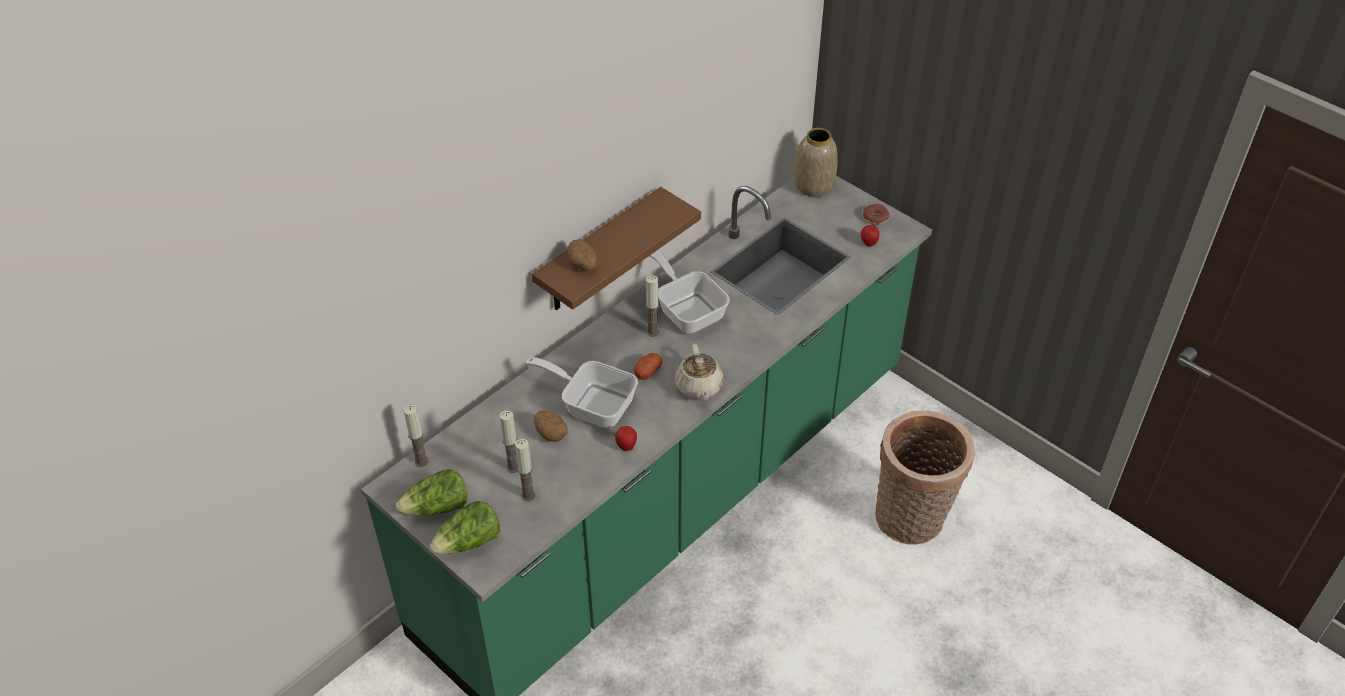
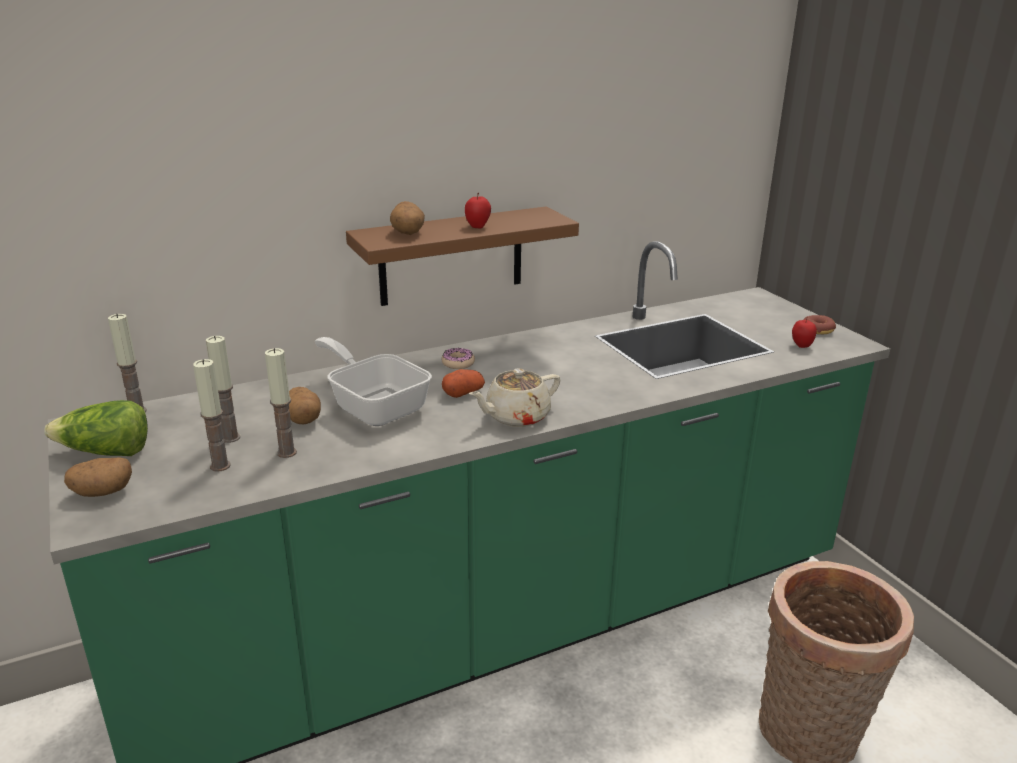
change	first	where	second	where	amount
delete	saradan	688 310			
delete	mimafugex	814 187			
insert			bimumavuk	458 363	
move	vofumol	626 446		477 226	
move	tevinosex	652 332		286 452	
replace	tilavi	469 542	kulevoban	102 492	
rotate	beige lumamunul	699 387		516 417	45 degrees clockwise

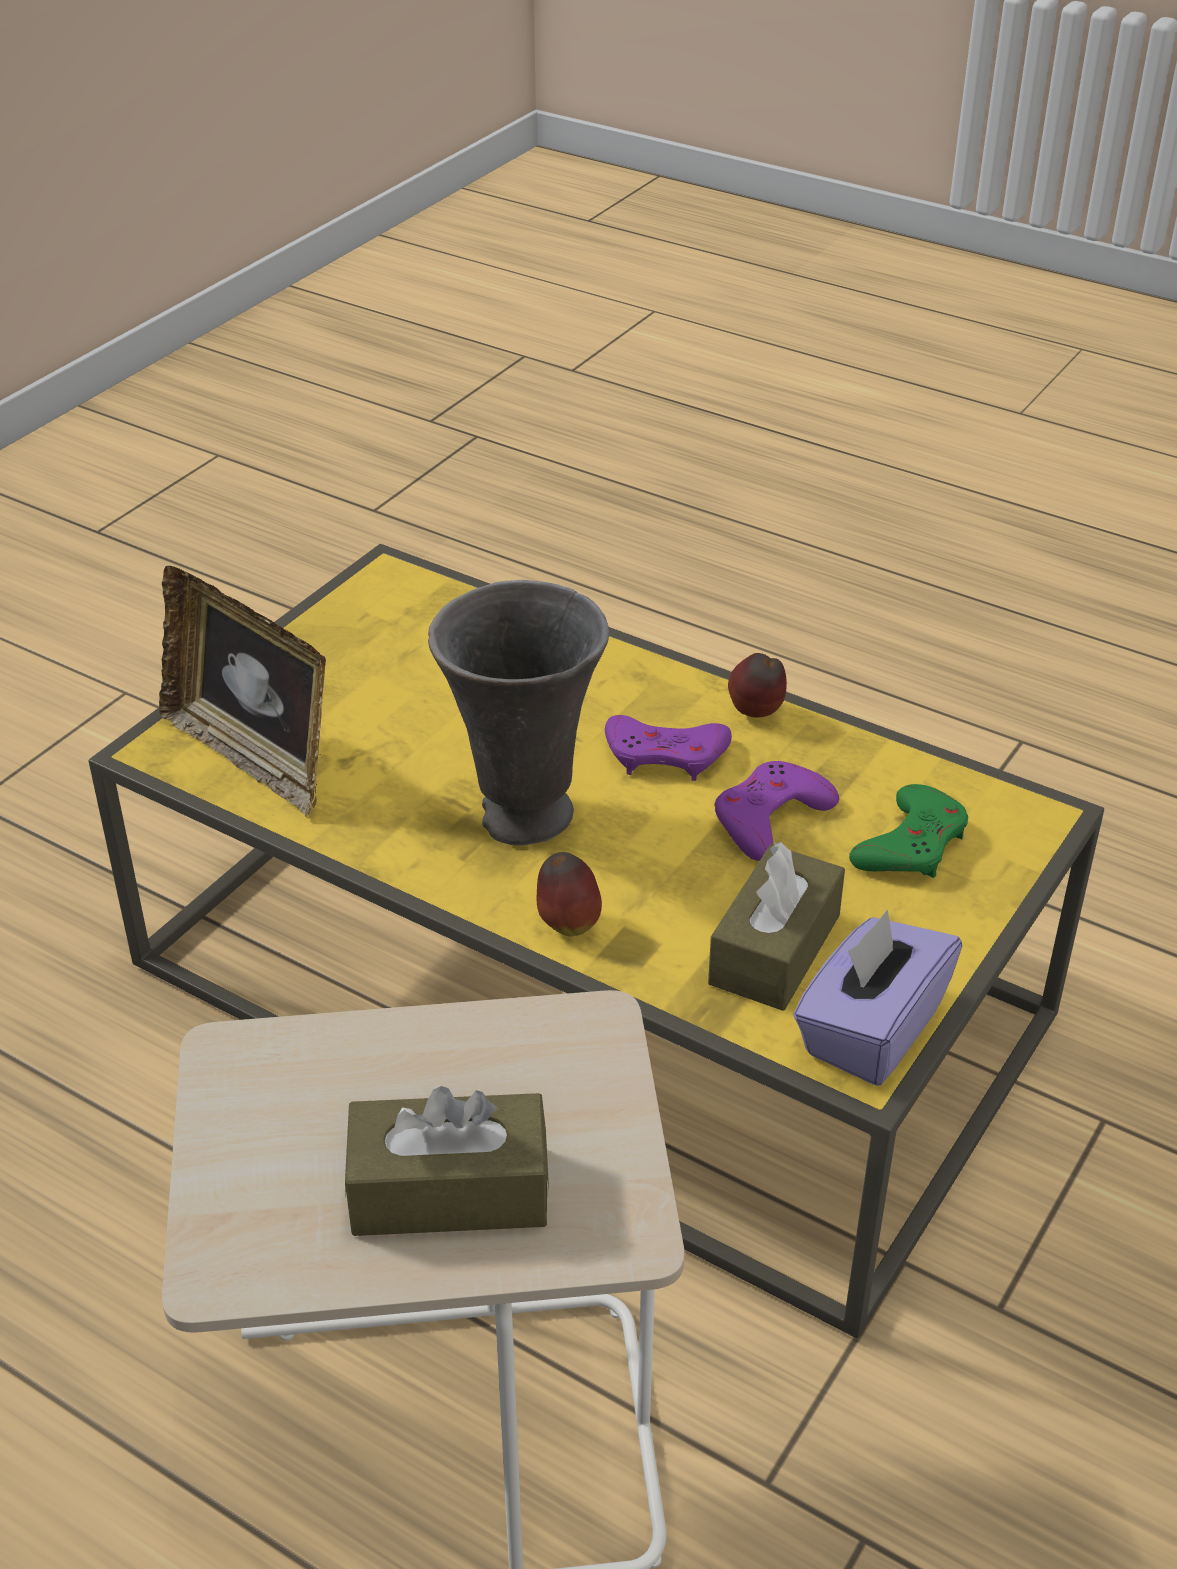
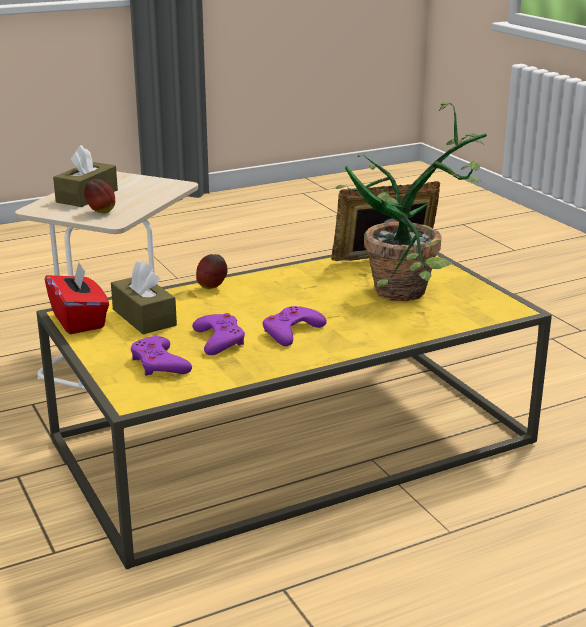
change	first	where	second	where	amount
delete	grey mimafugex	523 818			
insert			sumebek	413 294	
move	vofumol	756 714		101 212	
recolor	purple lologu	870 1030	red lologu	79 320	
recolor	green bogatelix	911 844	purple bogatelix	159 363	

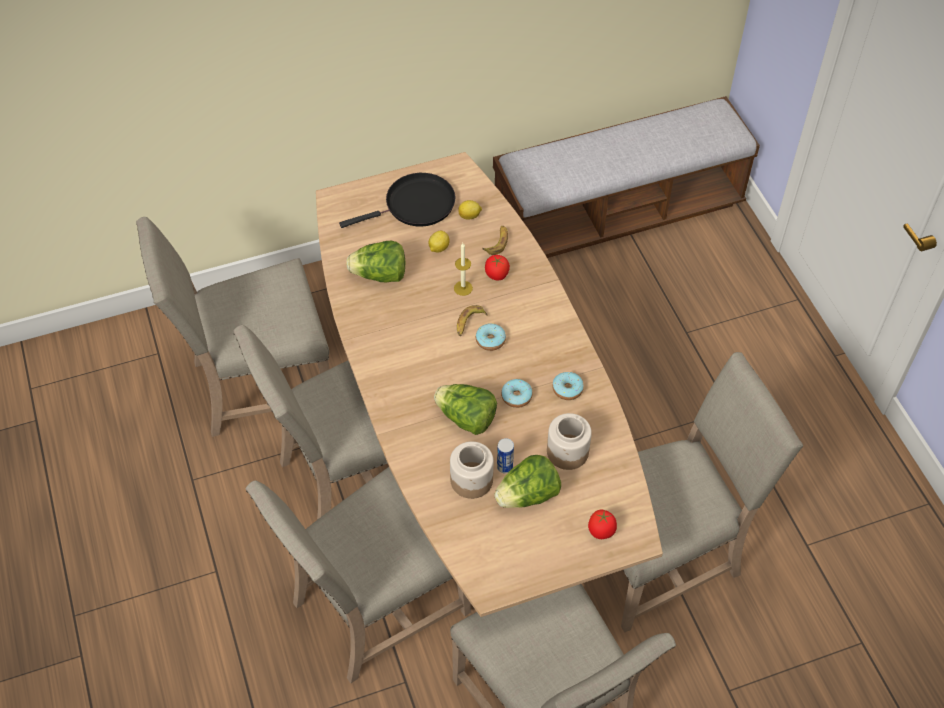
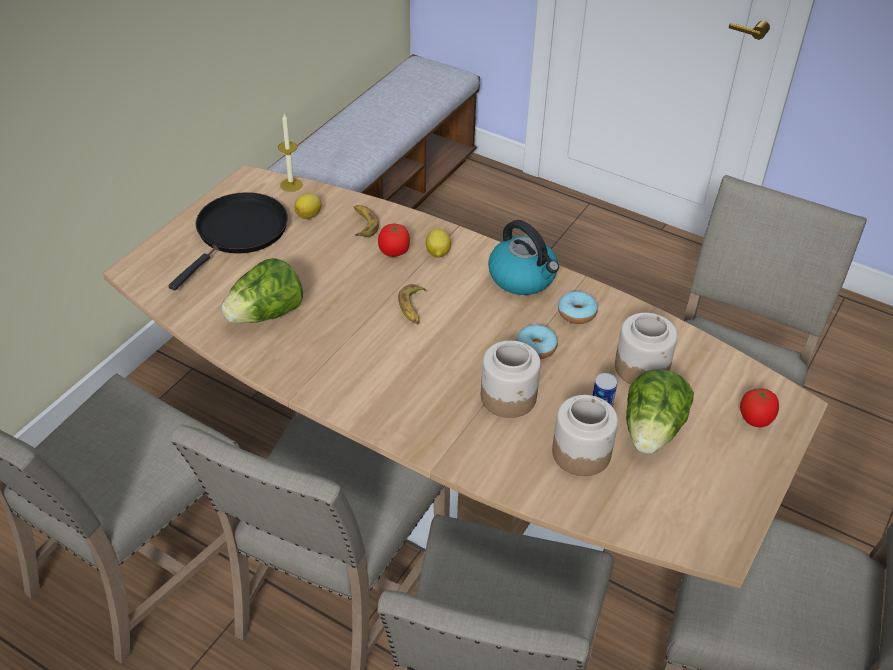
change	first	where	second	where	amount
delete	bimumavuk	490 340			
insert			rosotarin	523 278	
move	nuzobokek	438 248		437 253	
move	tevinosex	463 288		291 185	
replace	tilavi	466 418	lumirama	509 397	

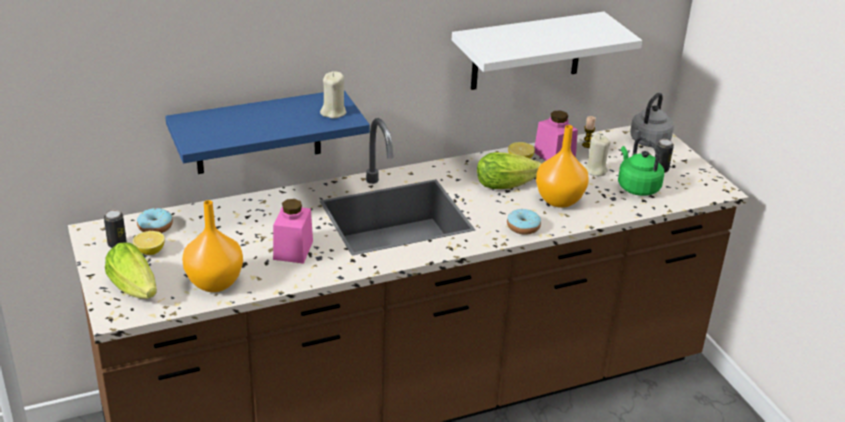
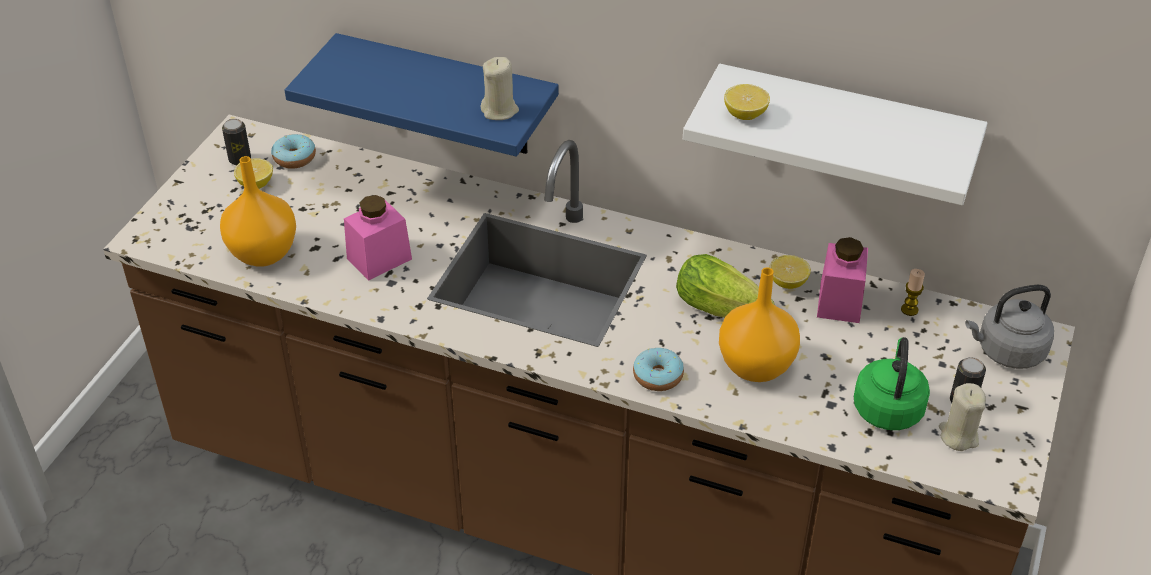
change	first	where	second	where	amount
delete	tilavi	135 289			
insert			nuzobokek	745 115	
move	beige tevinosex	595 170		958 436	

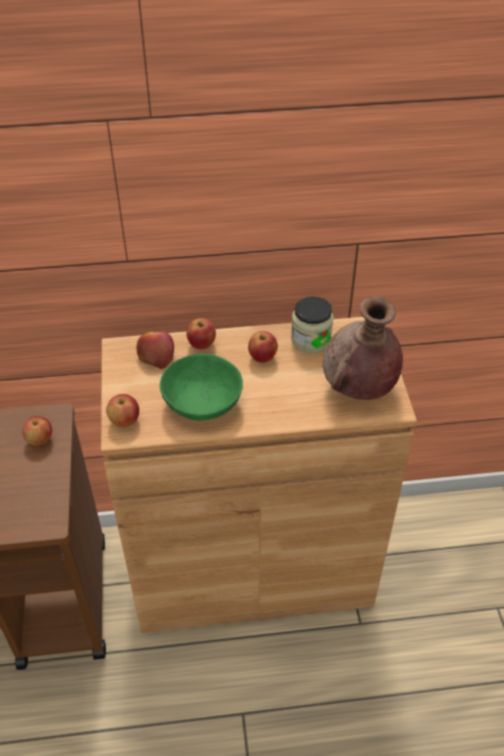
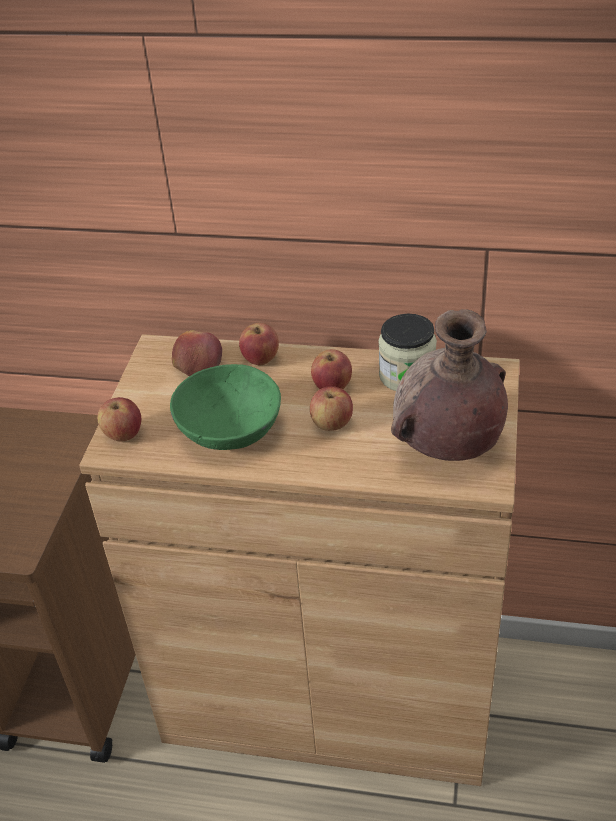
change	first	where	second	where	amount
move	vofumol	40 439		332 424	

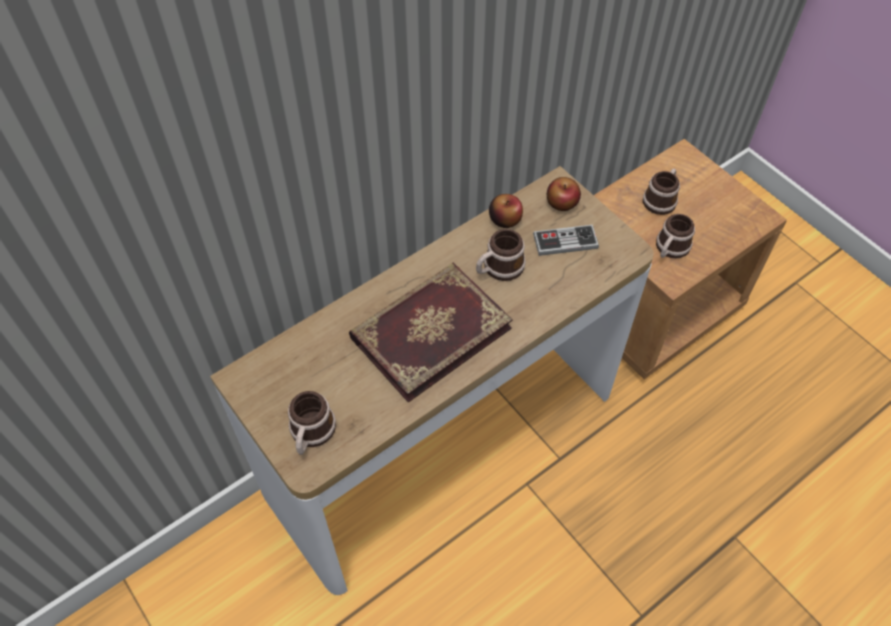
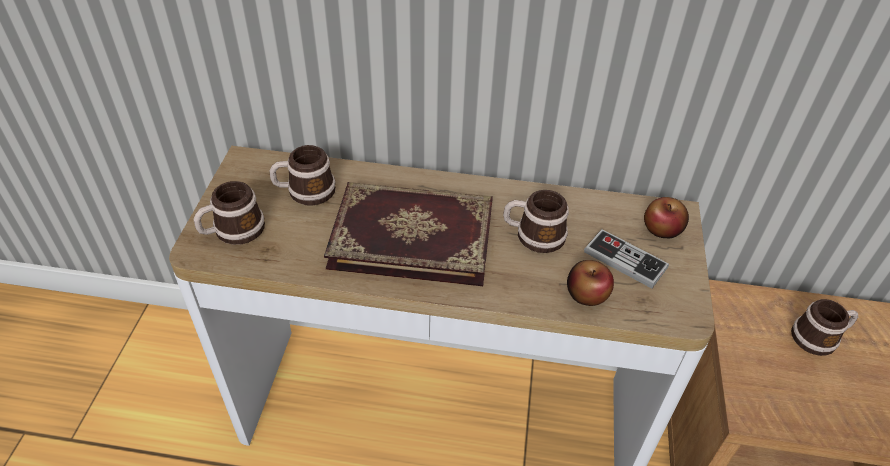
change	first	where	second	where	amount
move	vofumol	505 219		587 294	
move	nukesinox	670 249		305 191	

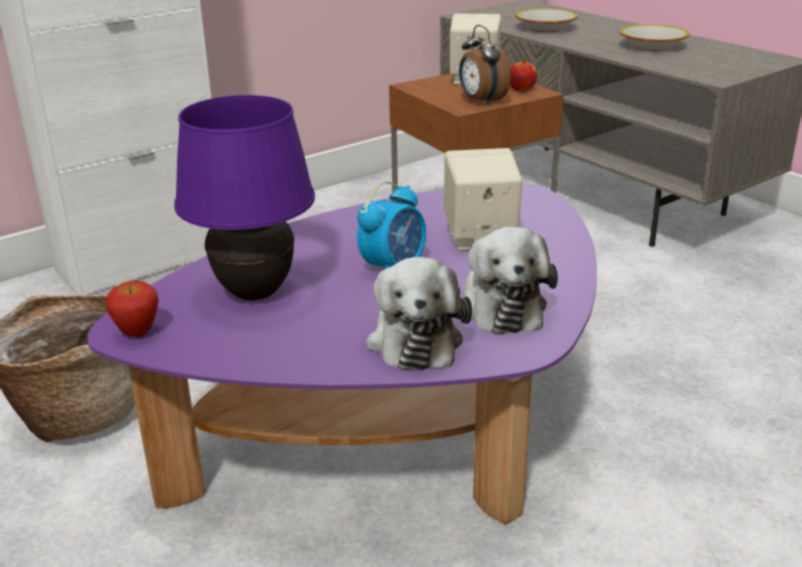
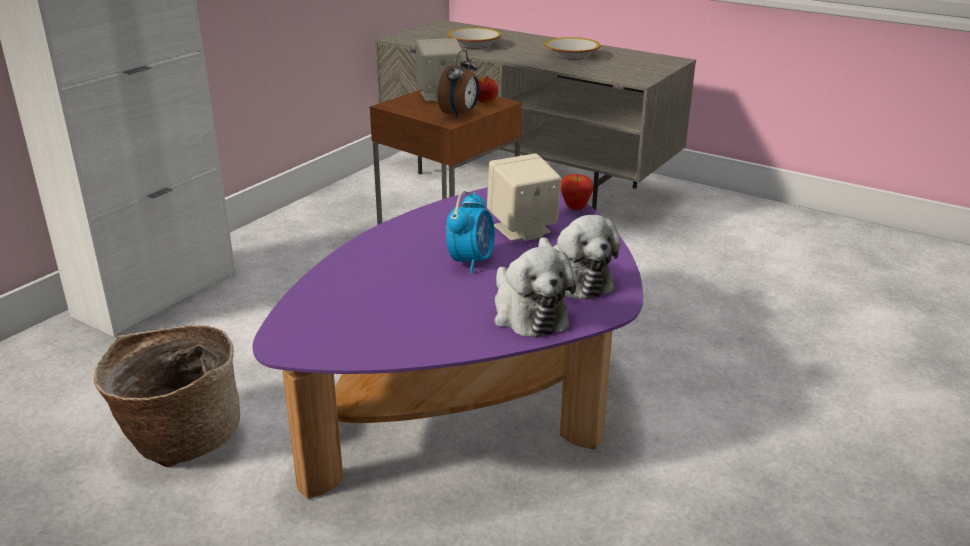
change	first	where	second	where	amount
delete	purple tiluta	255 293			
move	vofumol	137 333		575 208	
rotate	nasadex	481 101		460 115	105 degrees counterclockwise

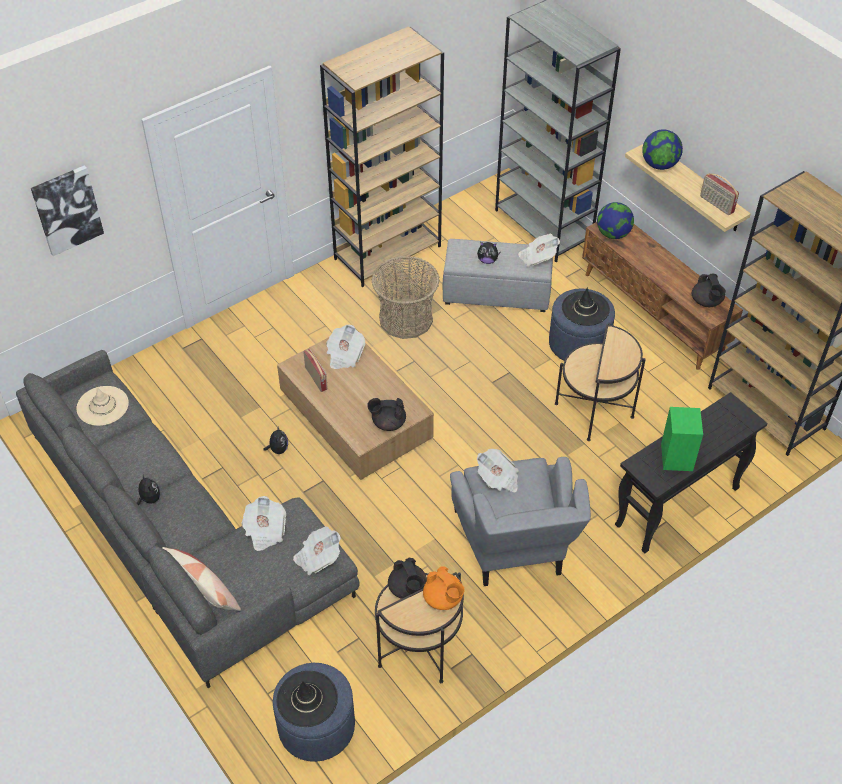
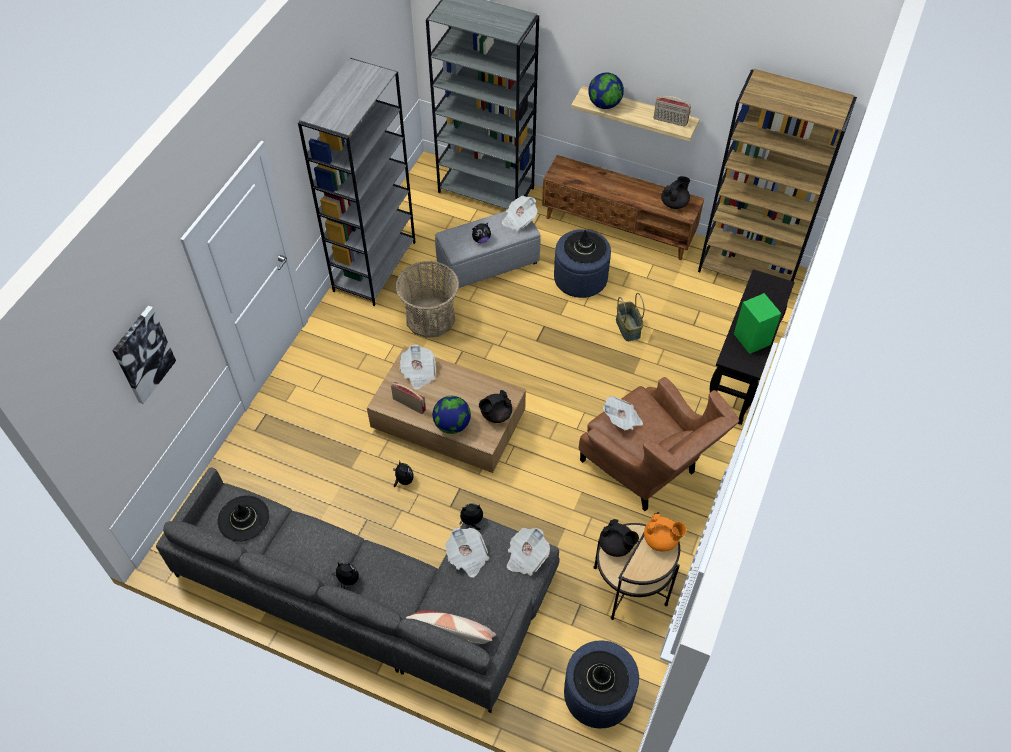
change	first	where	second	where	amount
insert			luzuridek	472 521	
move	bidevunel	613 234		452 424	
replace	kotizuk	594 410	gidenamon	628 328	
recolor	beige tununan	102 406	black tununan	243 518	
recolor	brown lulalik	388 252	grey lulalik	374 266	
recolor	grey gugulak	514 550	brown gugulak	647 470	
rotate	black lumamunul	706 302		674 203	90 degrees counterclockwise

